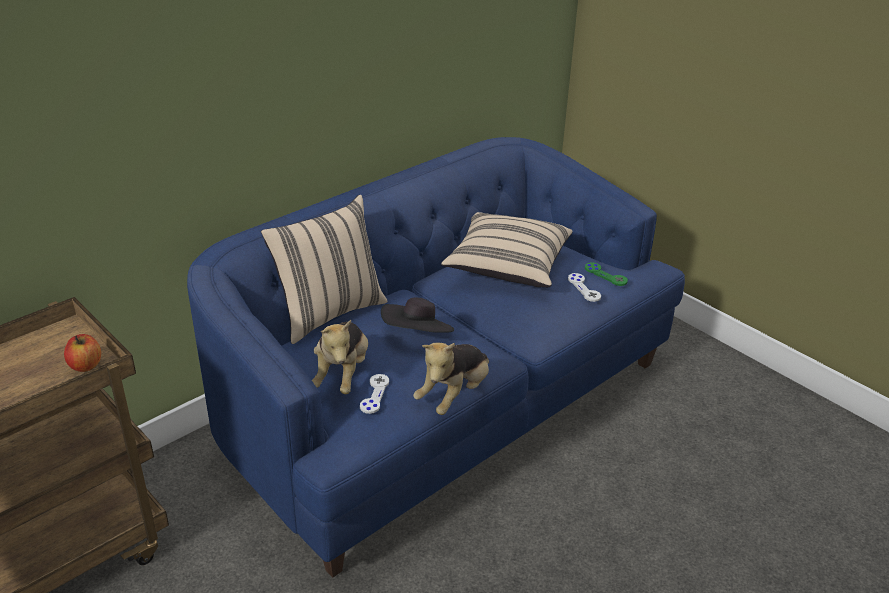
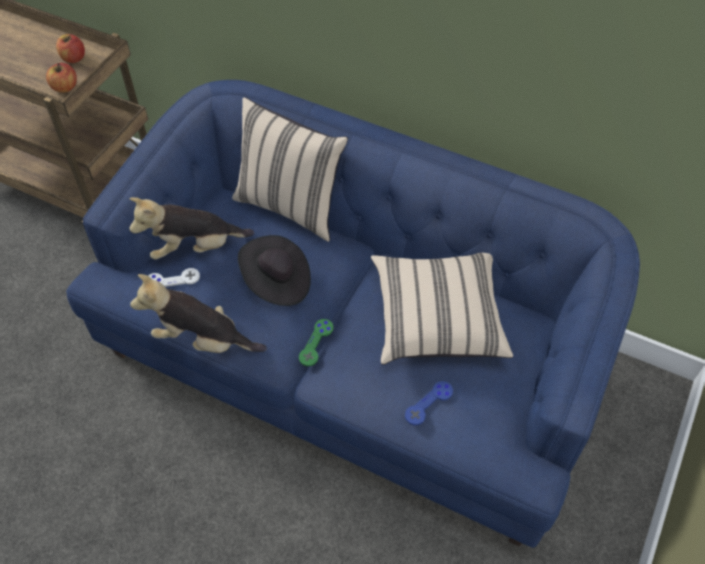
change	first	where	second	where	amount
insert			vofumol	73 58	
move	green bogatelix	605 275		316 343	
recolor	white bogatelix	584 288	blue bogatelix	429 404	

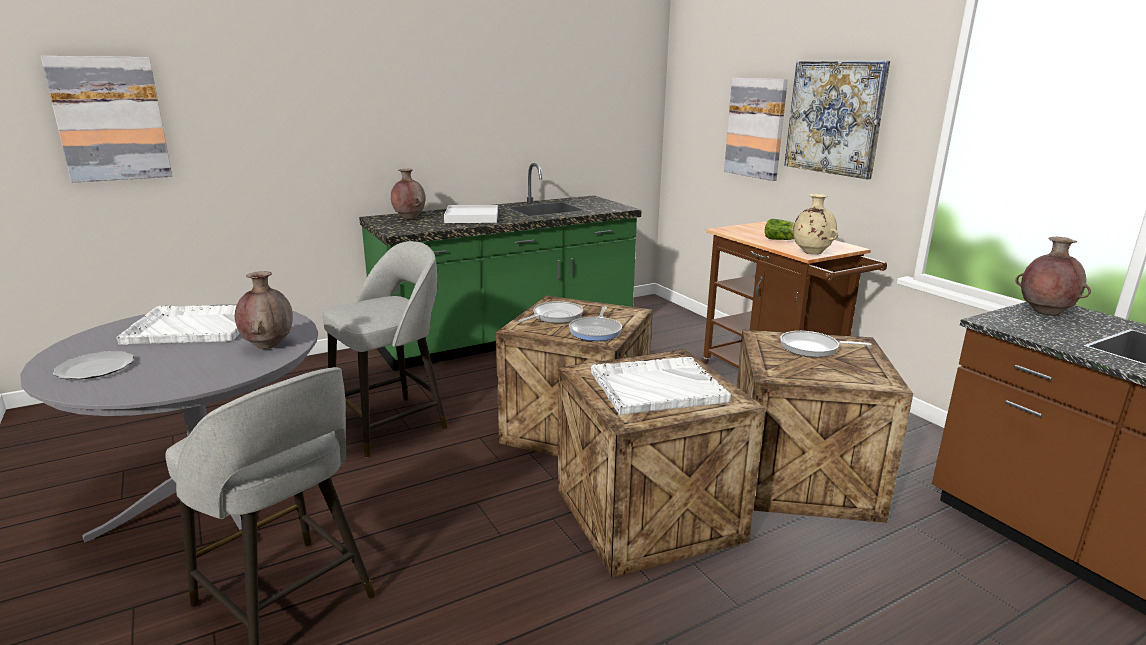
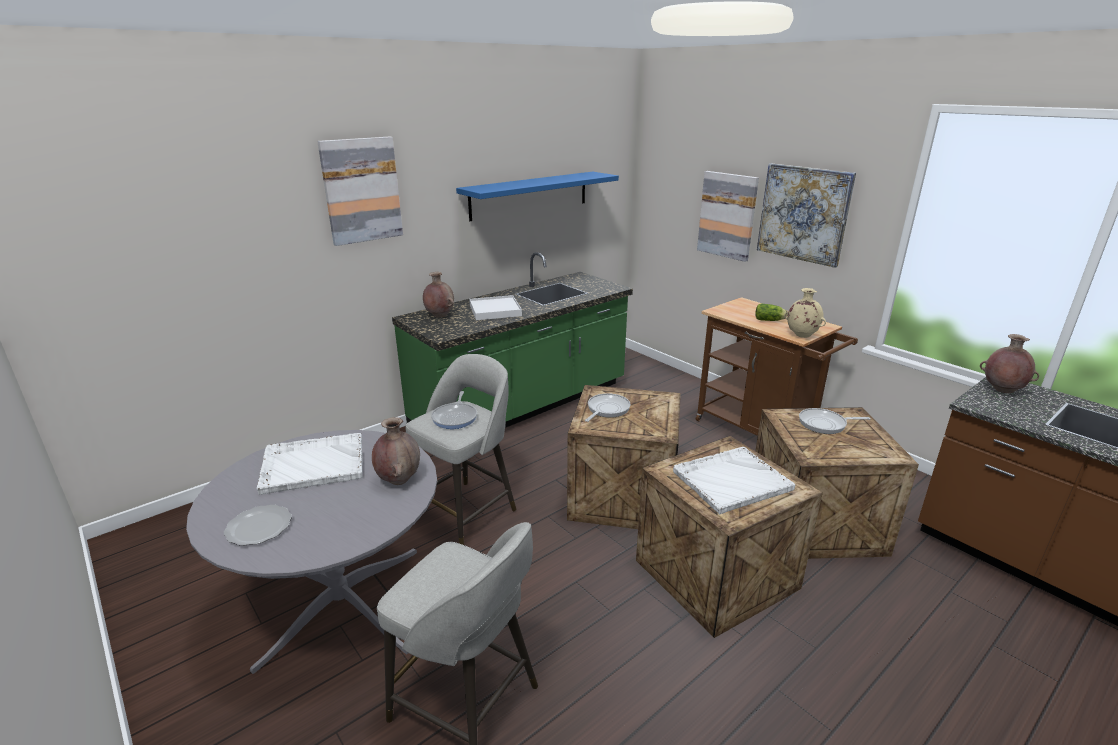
change	first	where	second	where	amount
insert			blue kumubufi	530 195	
move	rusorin	110 119		361 190	
move	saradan	596 331		455 417	

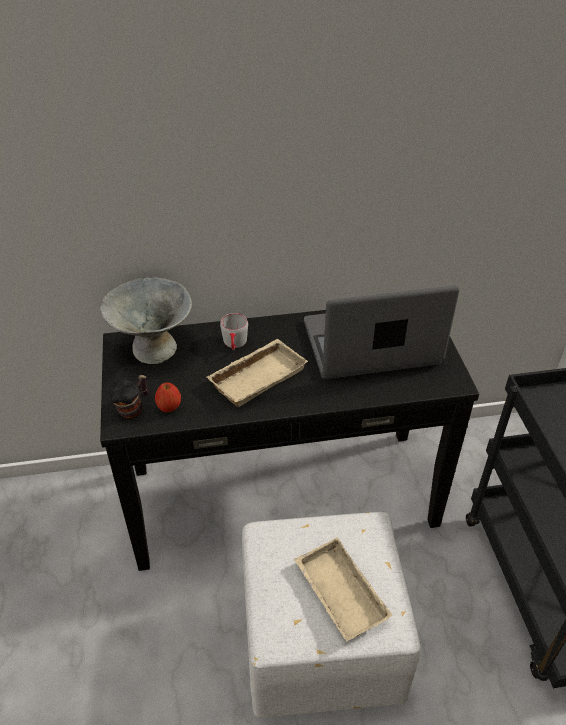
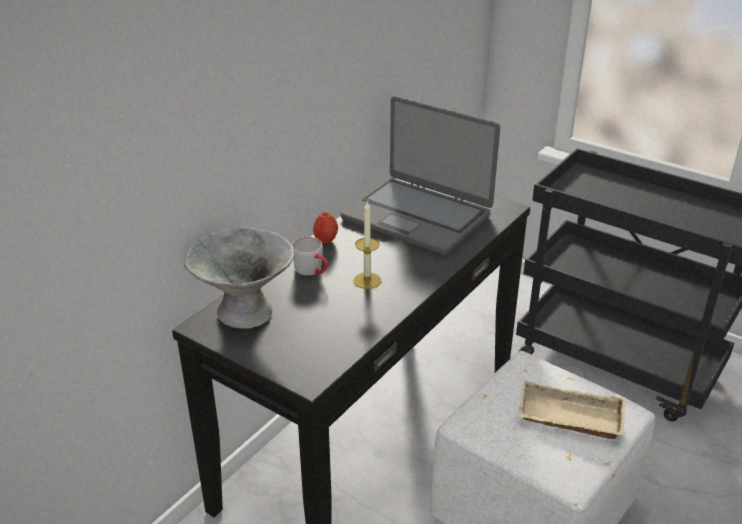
change	first	where	second	where	amount
delete	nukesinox	133 407			
move	vofumol	169 408		326 240	
replace	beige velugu	257 376	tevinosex	367 280	
rotate	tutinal	371 345		417 216	90 degrees counterclockwise

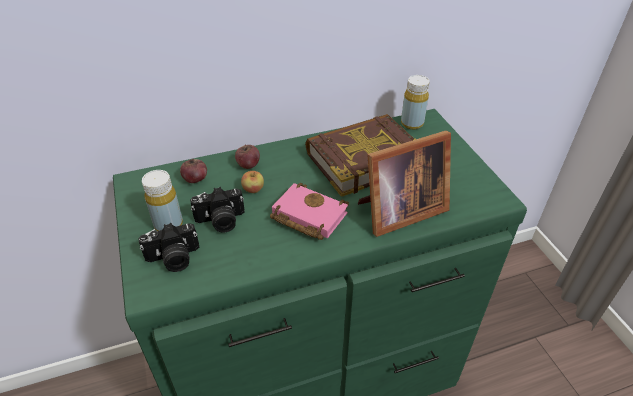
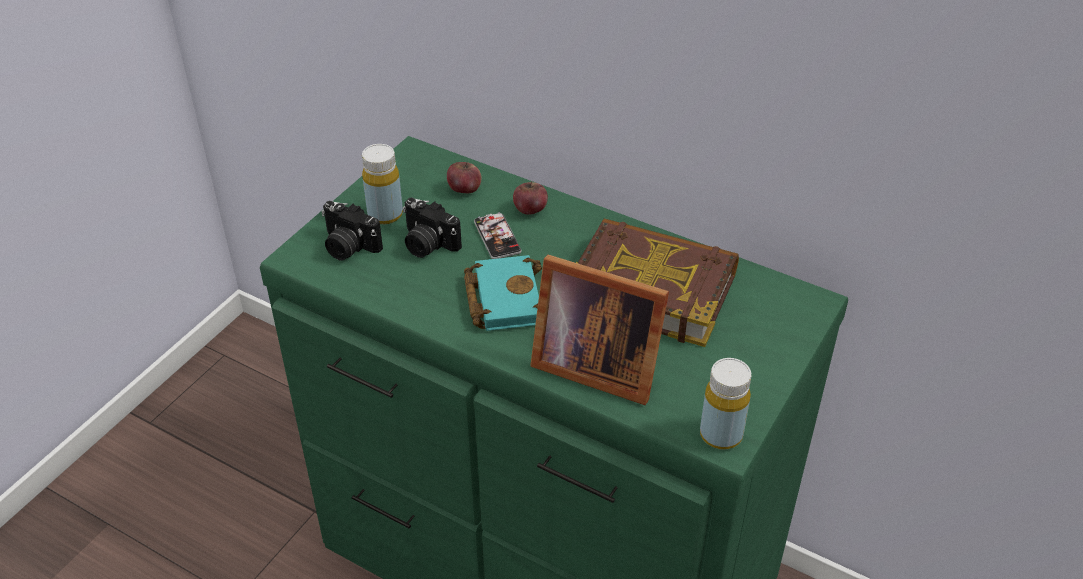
change	first	where	second	where	amount
move	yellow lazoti	412 123		721 435	
replace	vofumol	253 189	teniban	497 237	
recolor	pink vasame	306 216	turquoise vasame	503 298	

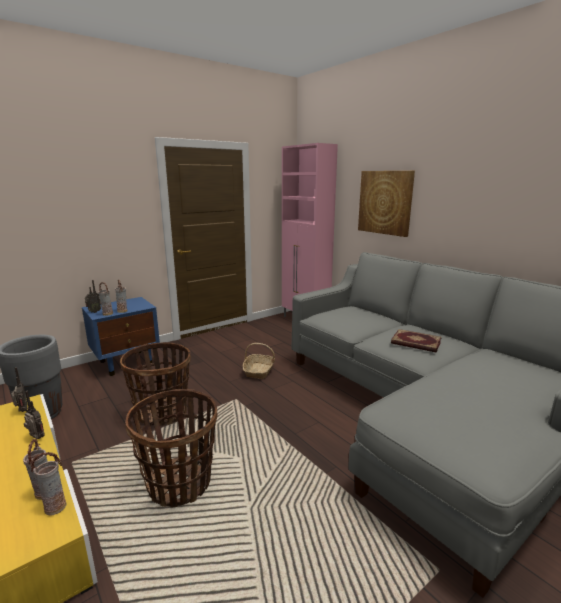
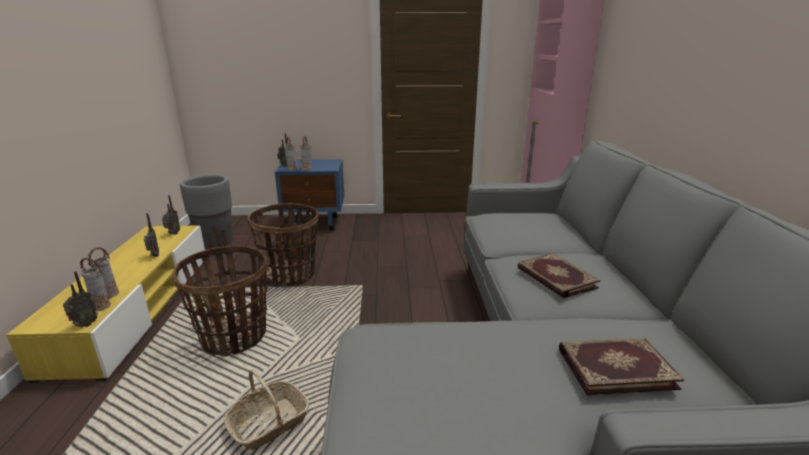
change	first	where	second	where	amount
delete	rusorin	385 202			
insert			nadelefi	84 325	
insert			vasame	615 367	
move	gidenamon	259 371		269 424	

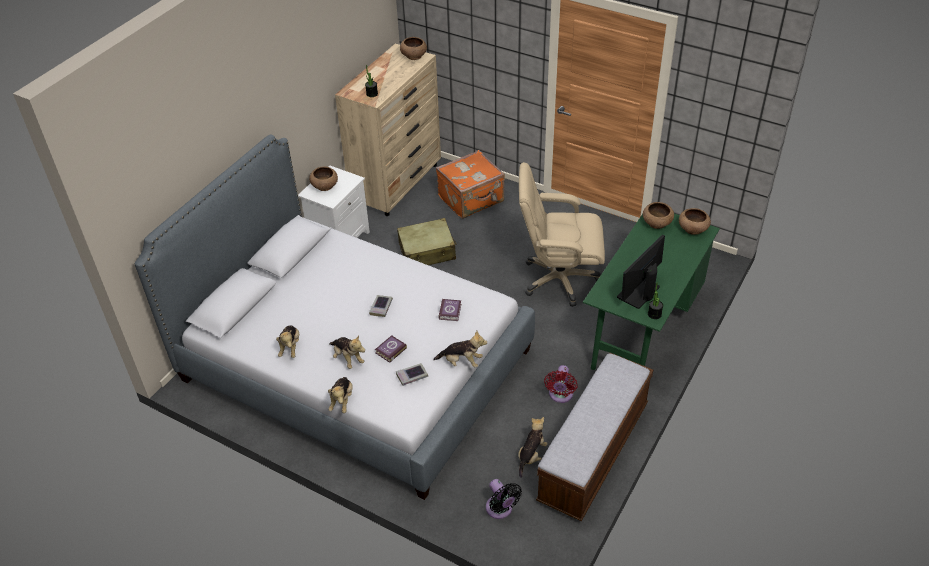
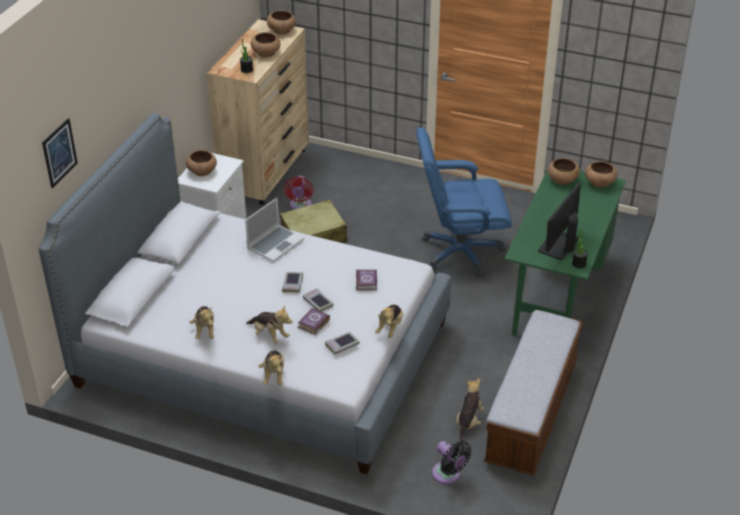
change	first	where	second	where	amount
delete	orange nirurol	471 199			
insert			rusorin	59 153	
insert			tutinal	275 244	
insert			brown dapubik	266 53	
insert			vasame	317 302	
move	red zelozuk	560 395		300 206	
recolor	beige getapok	558 279	blue getapok	460 252	
rotate	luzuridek	461 362		390 328	105 degrees clockwise

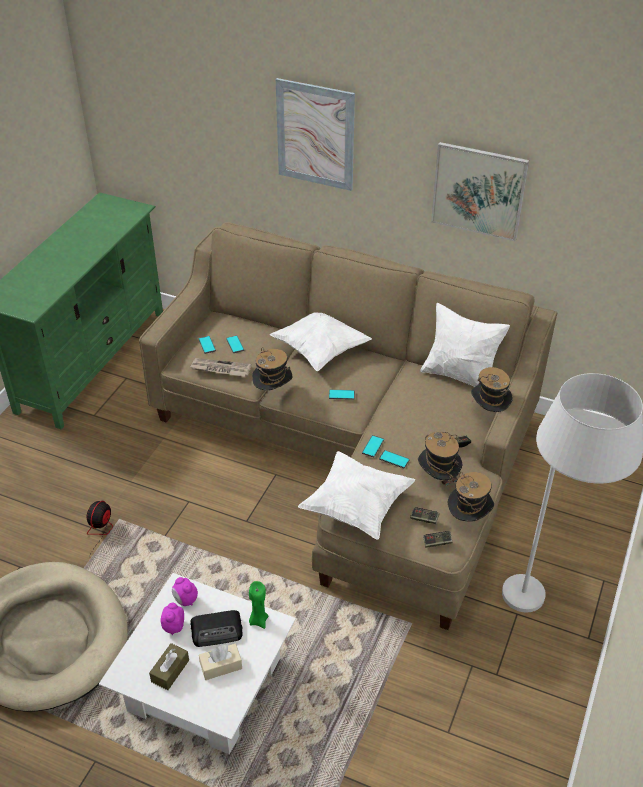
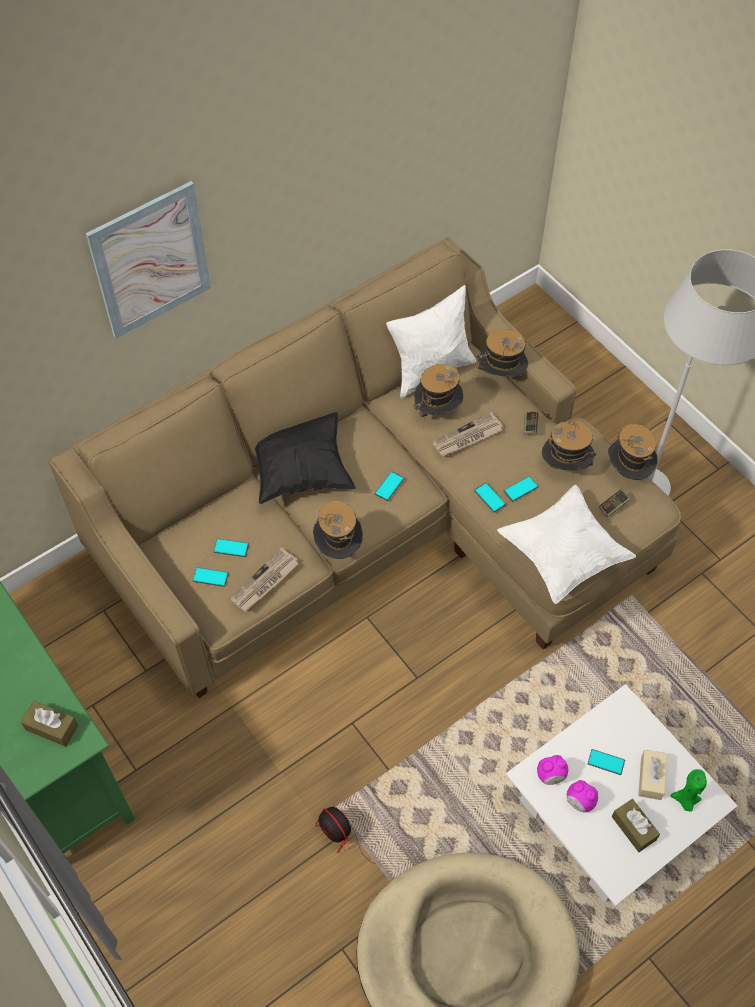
change	first	where	second	where	amount
delete	bogatelix	437 542			
delete	rusorin	478 191			
insert			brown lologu	51 727	
insert			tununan	437 411	
insert			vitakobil	467 437	
move	green tevinosex	258 620		685 800	
replace	nadelefi	217 631	teniban	606 762	
recolor	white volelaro	320 350	black volelaro	300 469	

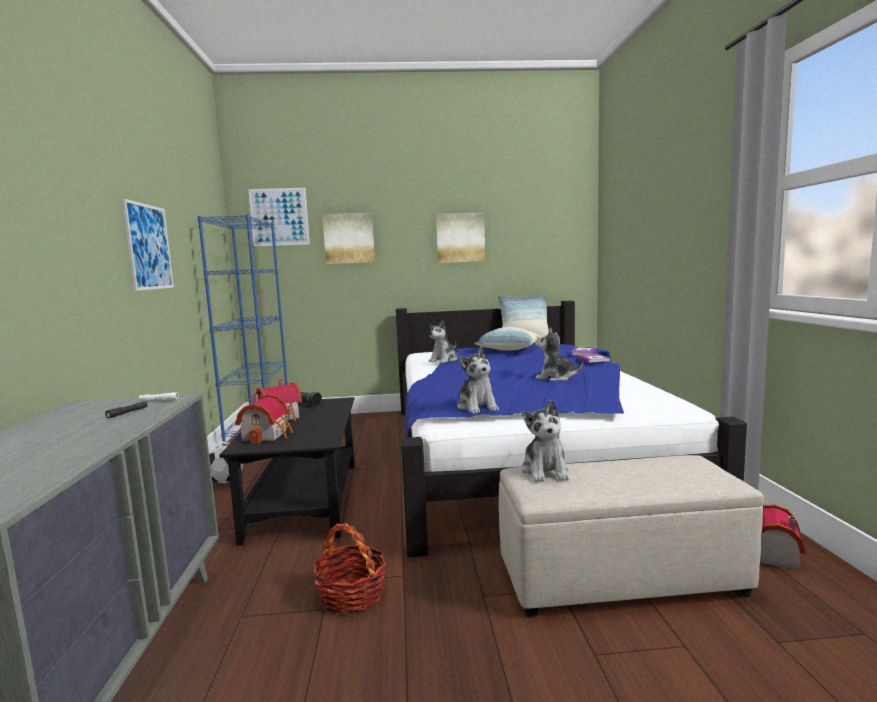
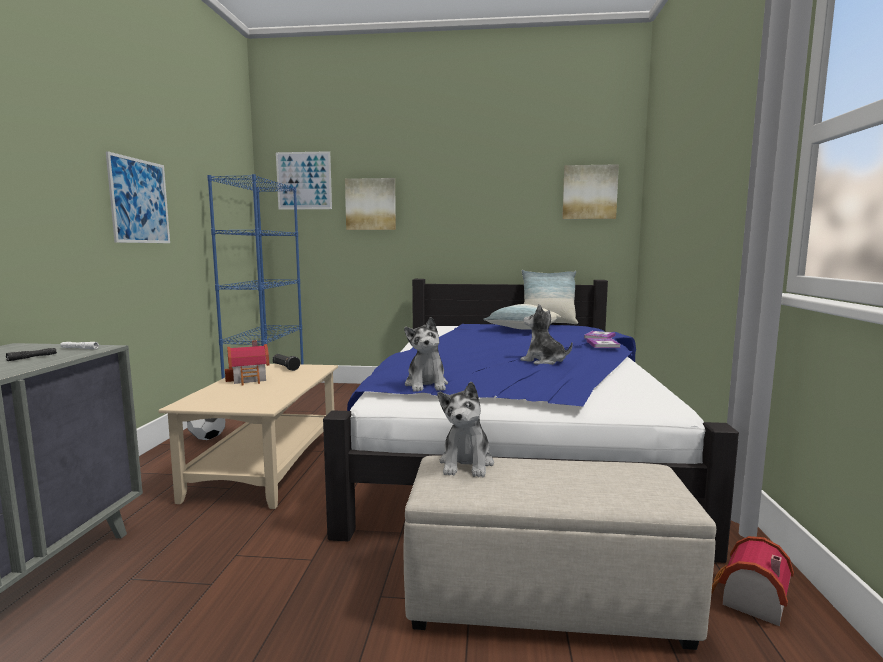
change	first	where	second	where	amount
delete	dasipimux	268 435			
delete	gidenamon	351 595			
delete	luzuridek	444 360			
move	rusorin	460 238		589 192	
recolor	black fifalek	305 500	beige fifalek	267 466	

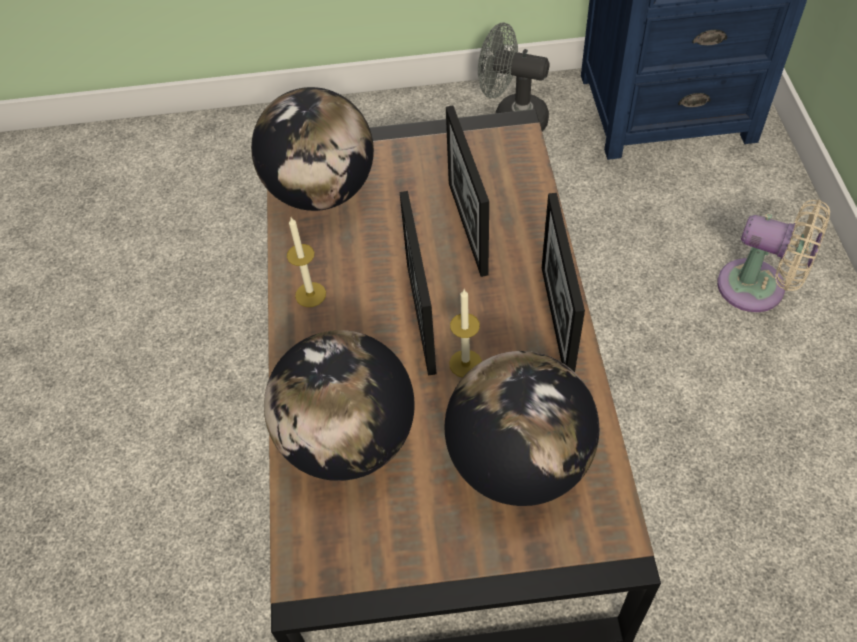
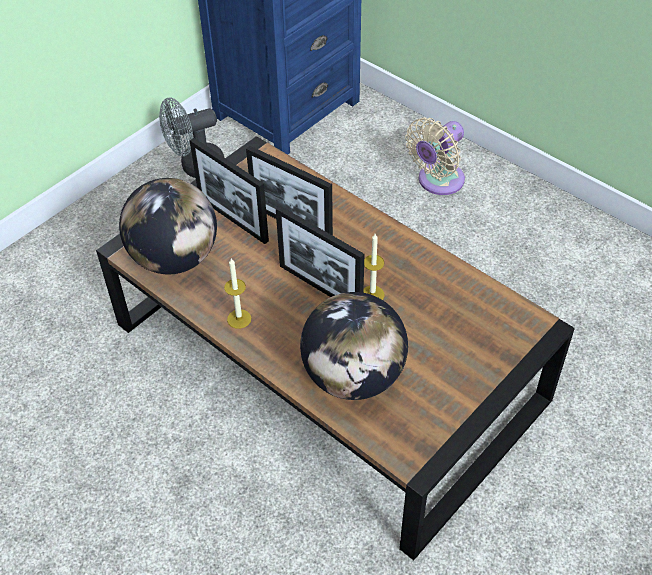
change	first	where	second	where	amount
delete	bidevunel	518 461			
move	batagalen	556 321		233 219	
rotate	beige zelozuk	758 288		437 182	150 degrees clockwise

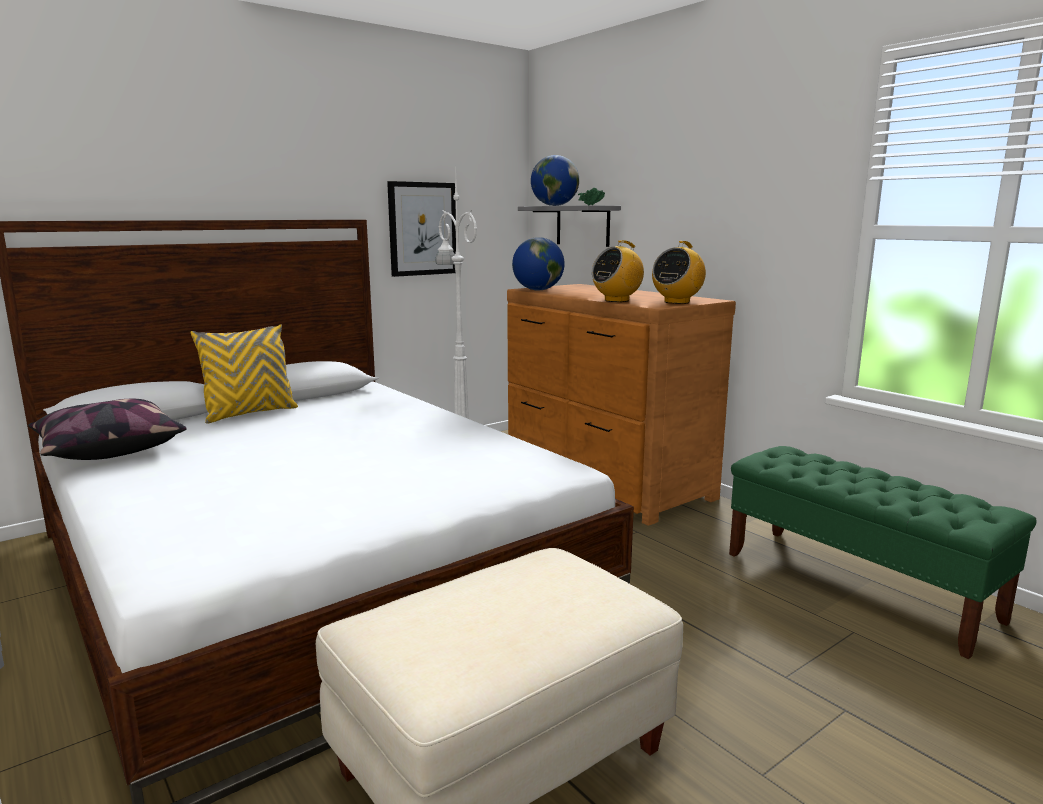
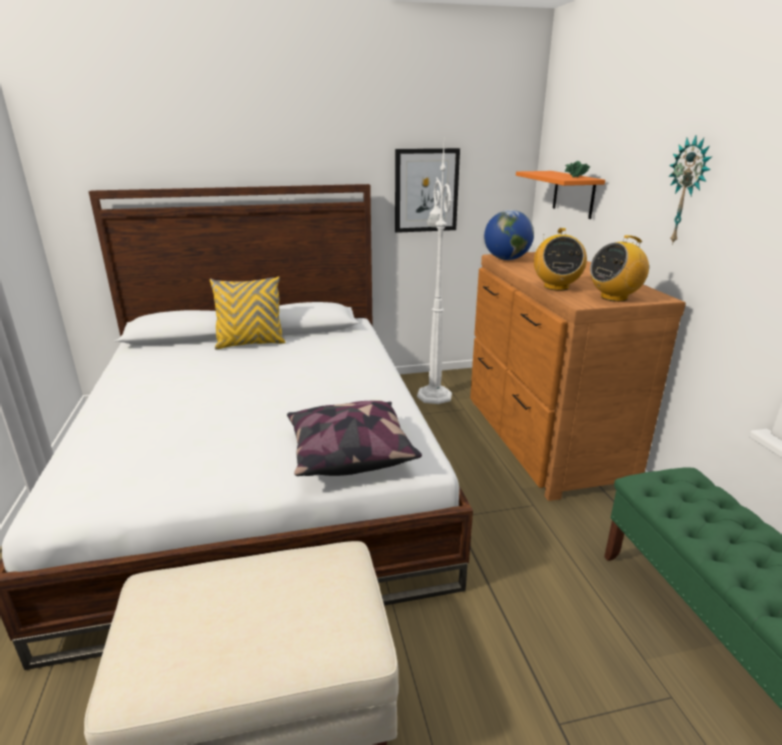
change	first	where	second	where	amount
delete	bidevunel	554 205			
insert			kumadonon	687 191	
move	volelaro	108 449		349 453	
recolor	grey kumubufi	582 225	orange kumubufi	573 194	
rotate	nadelefi	617 300		556 287	75 degrees counterclockwise

